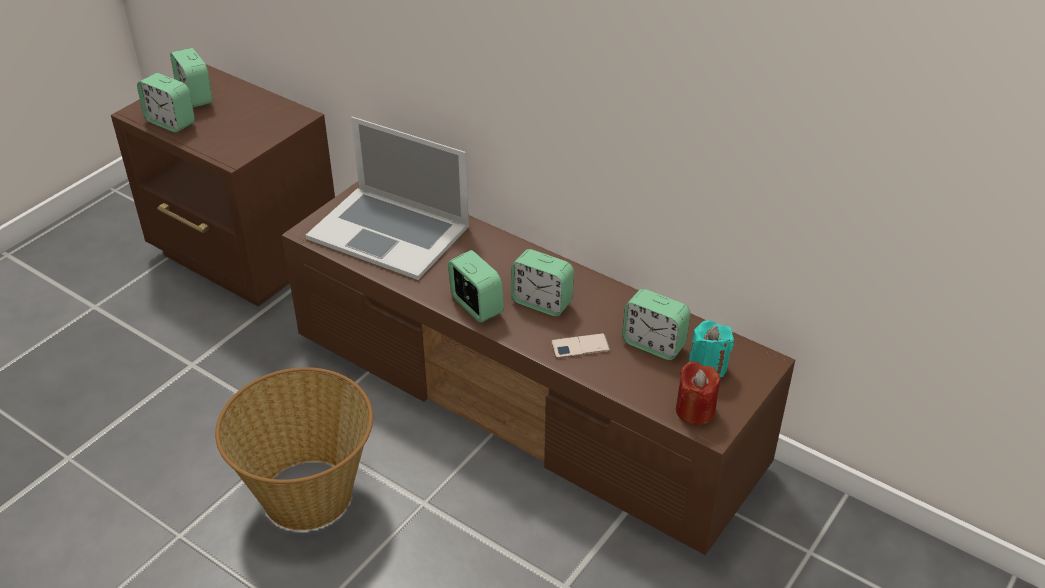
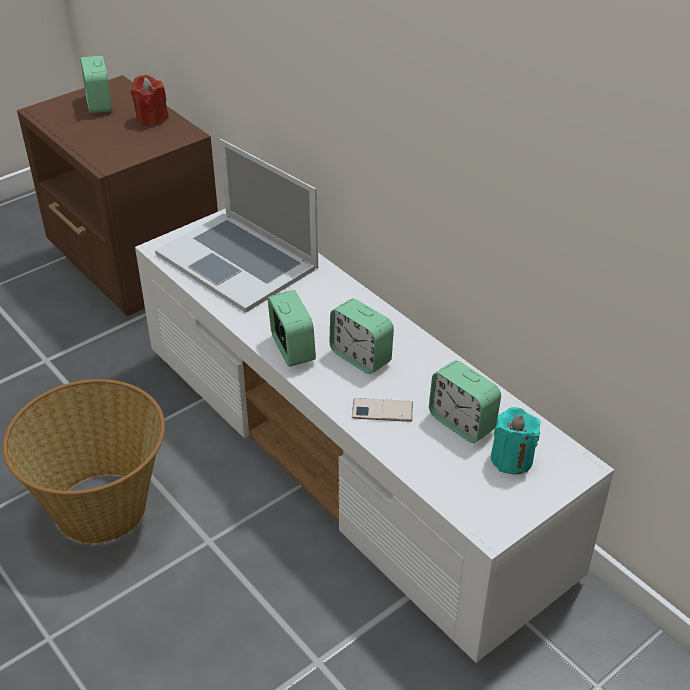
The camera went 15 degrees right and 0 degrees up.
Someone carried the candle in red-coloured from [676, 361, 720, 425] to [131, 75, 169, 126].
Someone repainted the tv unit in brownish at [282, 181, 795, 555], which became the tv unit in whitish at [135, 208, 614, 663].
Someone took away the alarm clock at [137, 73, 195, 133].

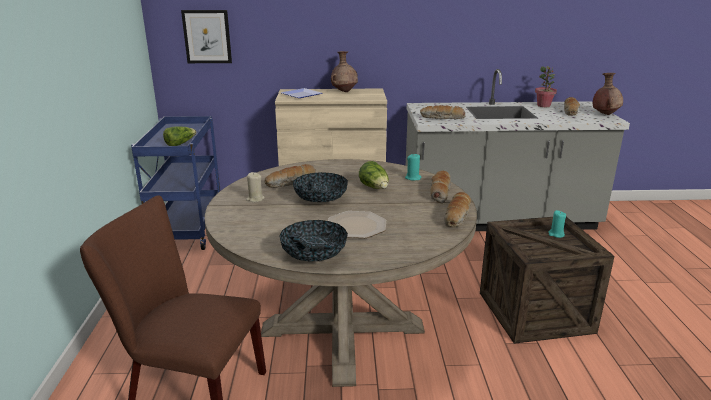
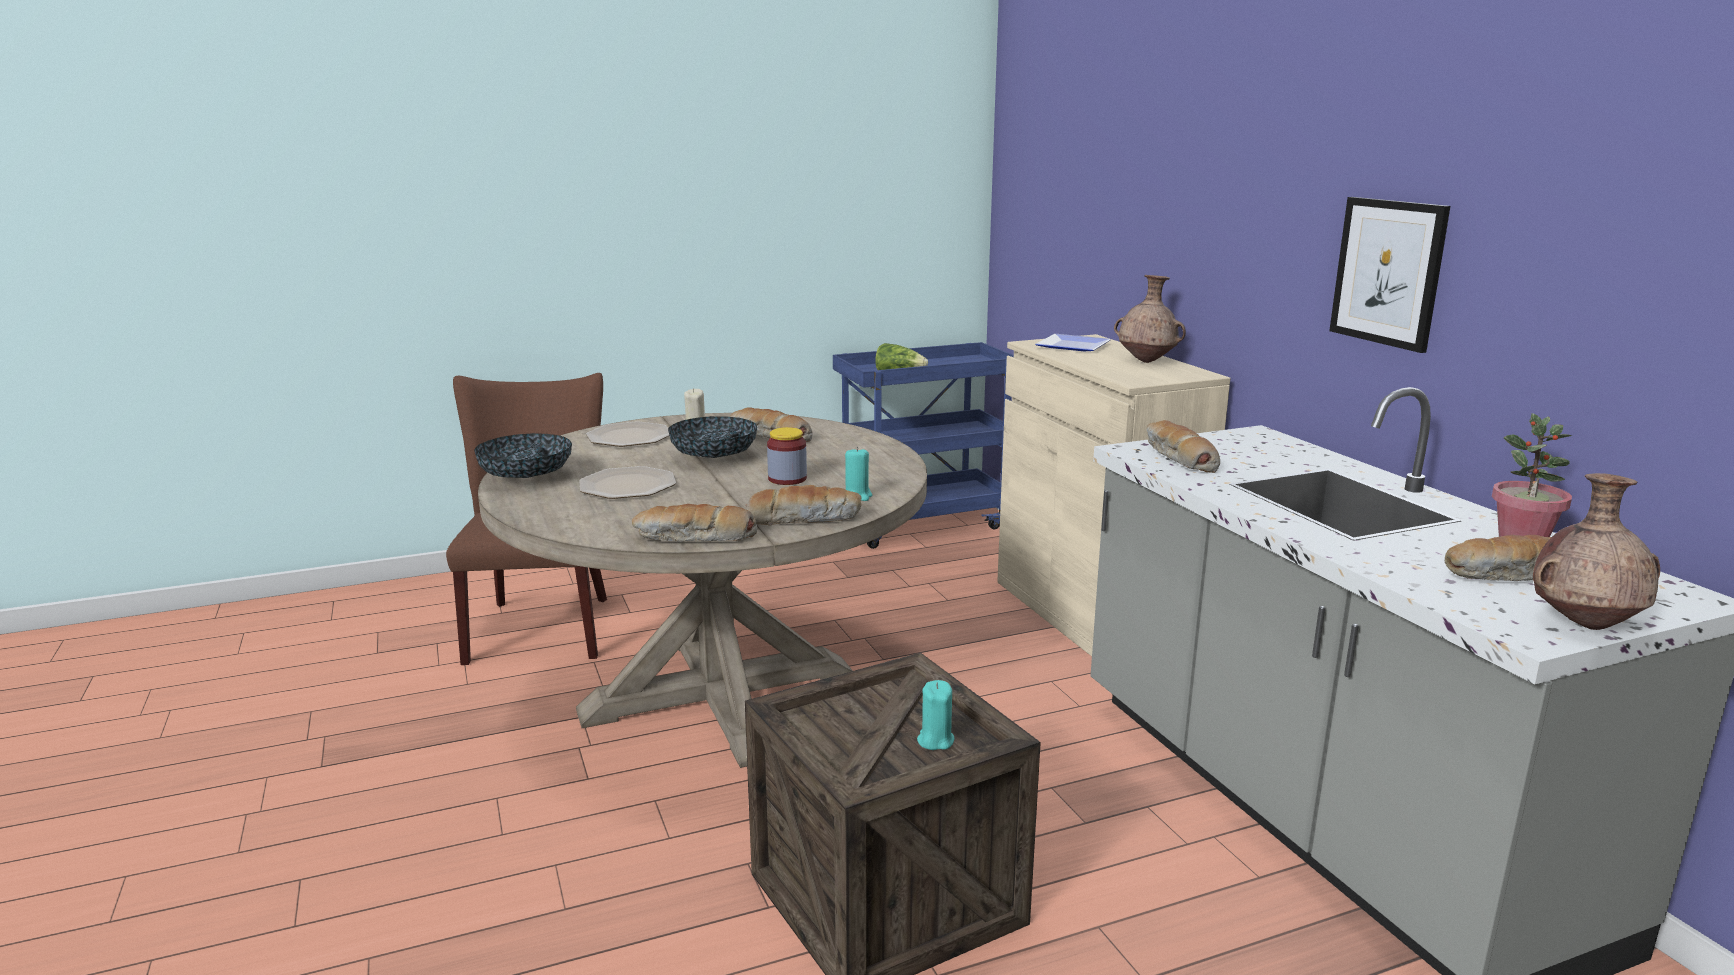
The camera went 70 degrees right and 5 degrees down.
Someone put down the flat dish at [586, 422, 669, 447].
Someone swapped the head of lettuce at [359, 161, 389, 189] for the preserve jar at [767, 427, 807, 485].
Someone carried the wall art from [181, 10, 232, 63] to [1329, 197, 1450, 353].

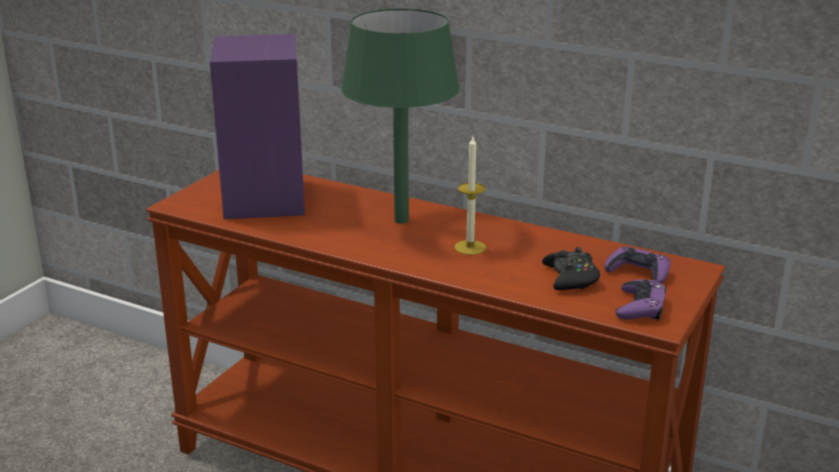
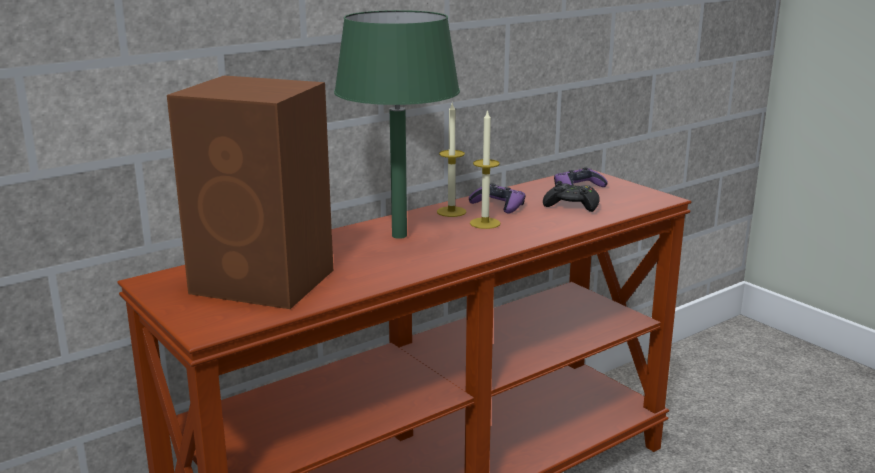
The camera went 65 degrees left and 5 degrees down.
Someone repainted the speaker in purplish at [210, 34, 305, 219], which became the speaker in brownish at [167, 76, 333, 309].
Someone put down the candle at [437, 103, 466, 217].
Someone carried the gamepad in purplish from [615, 279, 666, 320] to [469, 183, 525, 214].

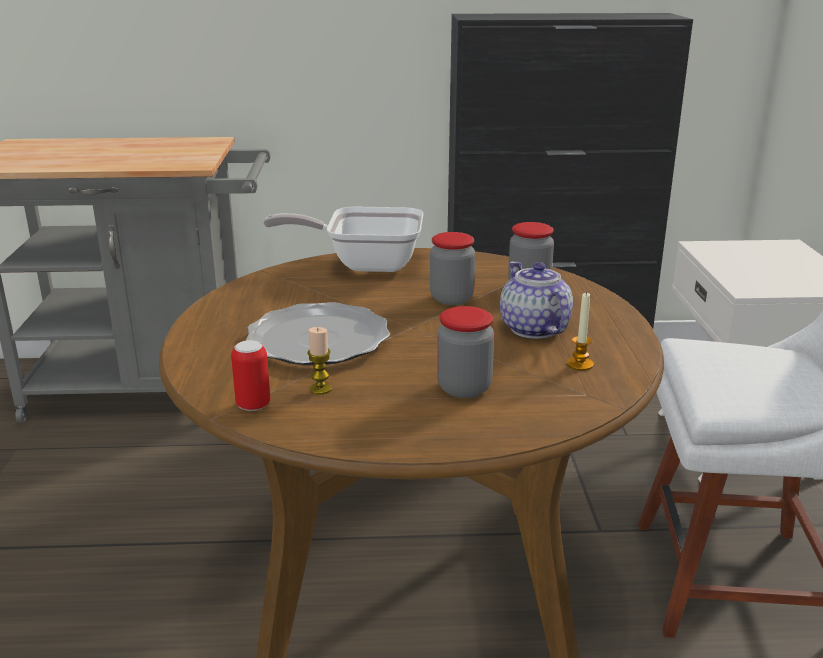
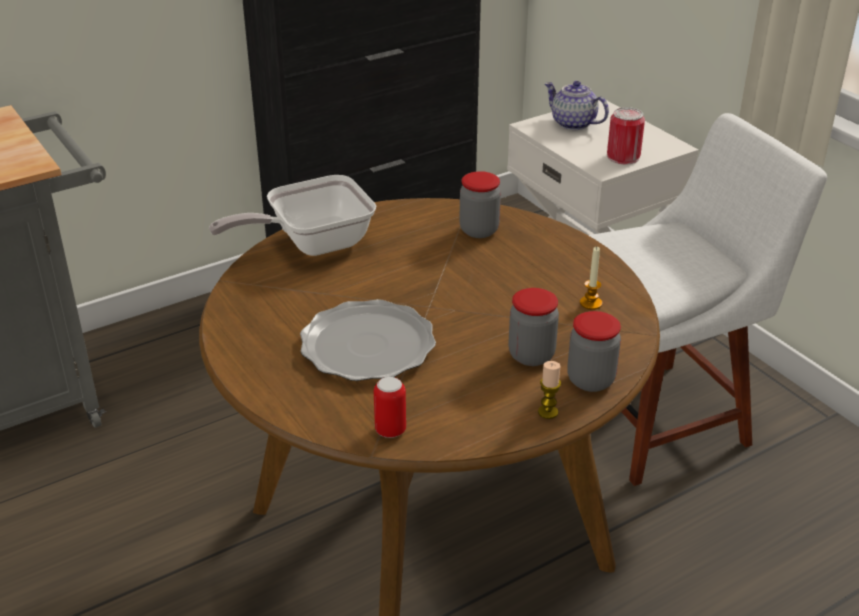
The camera went 30 degrees left and 10 degrees up.
Someone carried the candle from [307, 327, 332, 395] to [538, 361, 561, 419].
Someone carried the teapot from [500, 261, 573, 339] to [544, 81, 609, 130].
Someone carried the preserve jar from [430, 232, 475, 305] to [567, 311, 621, 392].
Someone put down the sealed can at [607, 107, 645, 164].

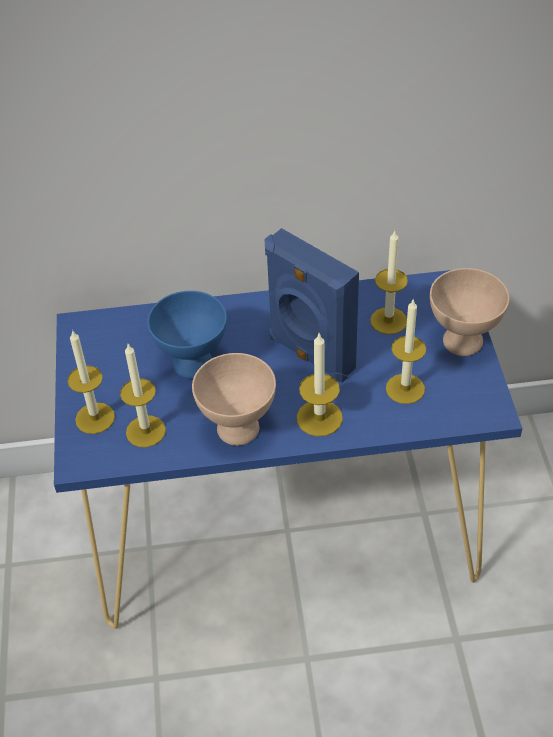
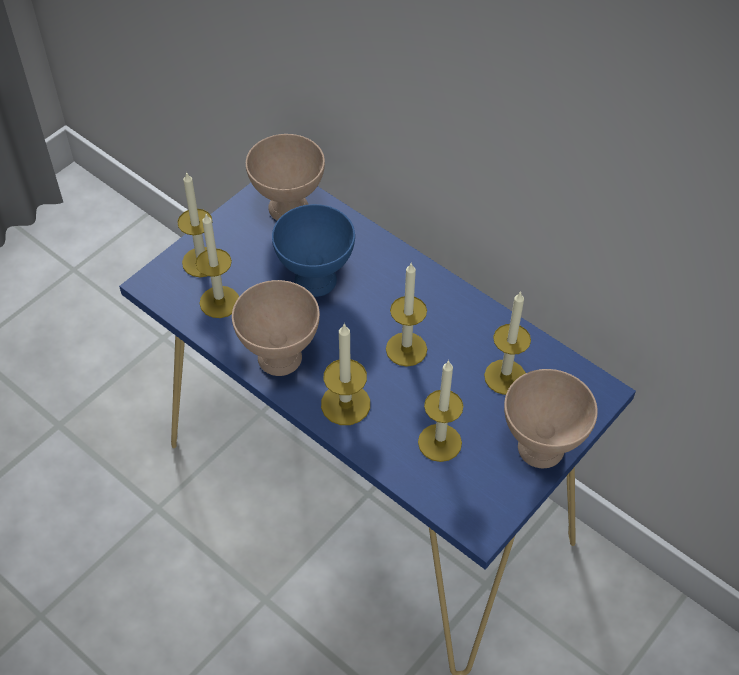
The camera went 45 degrees right and 5 degrees up.
Someone put down the bowl in beige at [246, 134, 325, 221].
Someone swapped the speaker in bluish at [264, 228, 359, 383] for the candle at [386, 262, 427, 367].

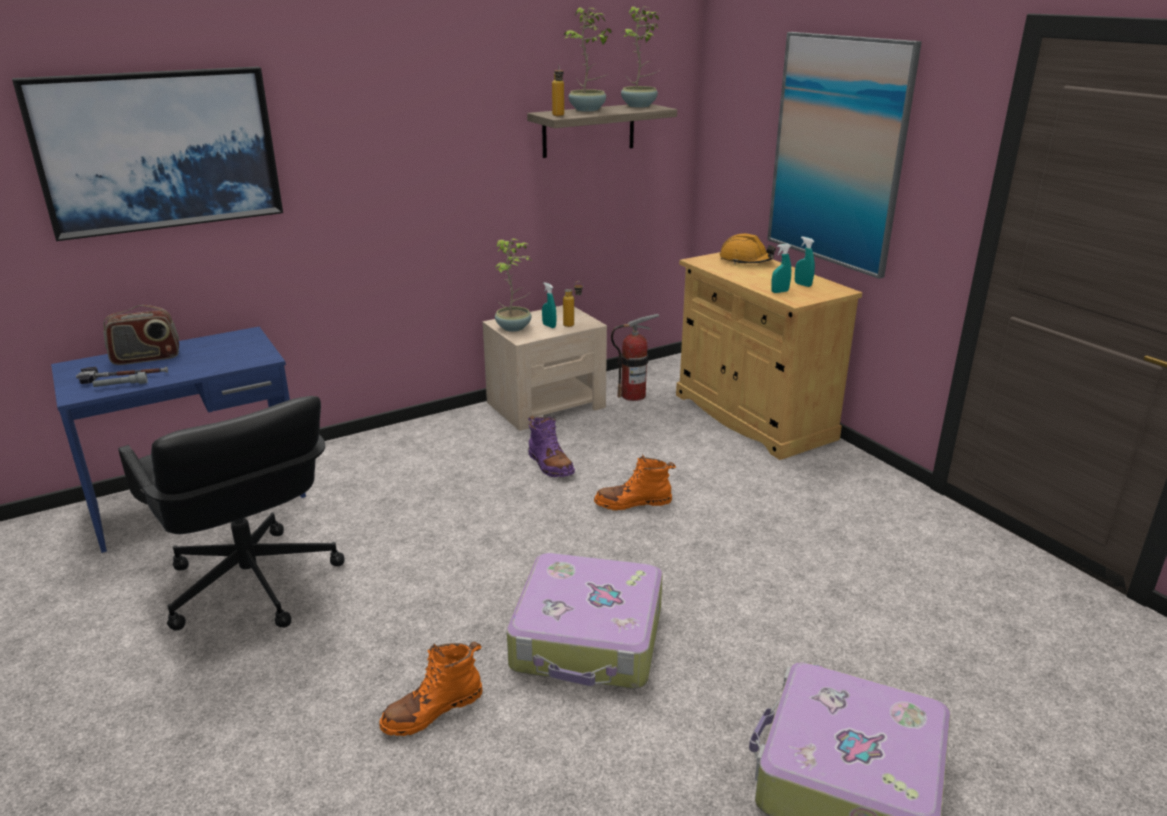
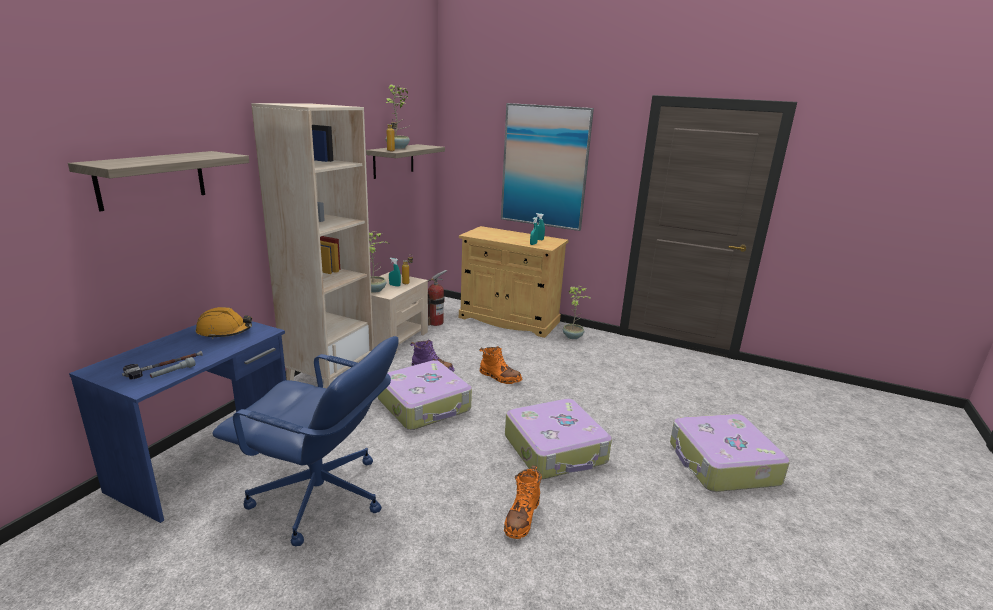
The camera went 35 degrees left and 5 degrees down.
Someone swapped the wall art at [12, 66, 283, 241] for the bracket shelf at [68, 151, 250, 212].
Someone carried the safety helmet in orangey from [720, 234, 776, 264] to [196, 307, 252, 339].
Someone repainted the computer chair in black-coloured at [118, 396, 345, 630], which became the computer chair in bluish at [212, 336, 399, 546].
Someone put down the bookcase in beige at [251, 103, 374, 388].
Someone put down the suitcase at [378, 360, 472, 430].
Someone rotated the high-top boot in orangey at [594, 454, 676, 510] by 105 degrees counterclockwise.
Someone carried the plant in a pot from [621, 6, 660, 107] to [563, 286, 590, 339].
Someone took away the radio receiver at [103, 305, 179, 365].

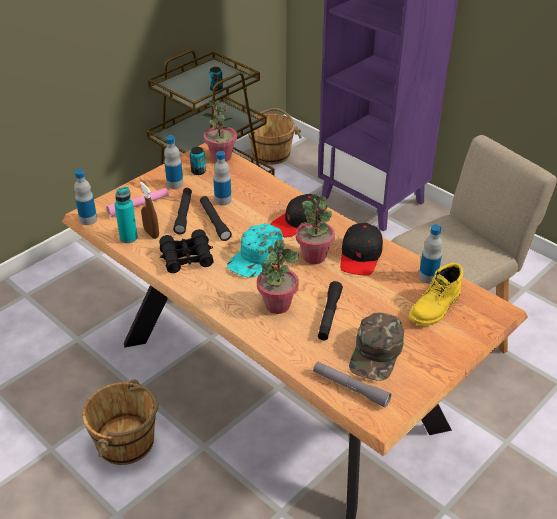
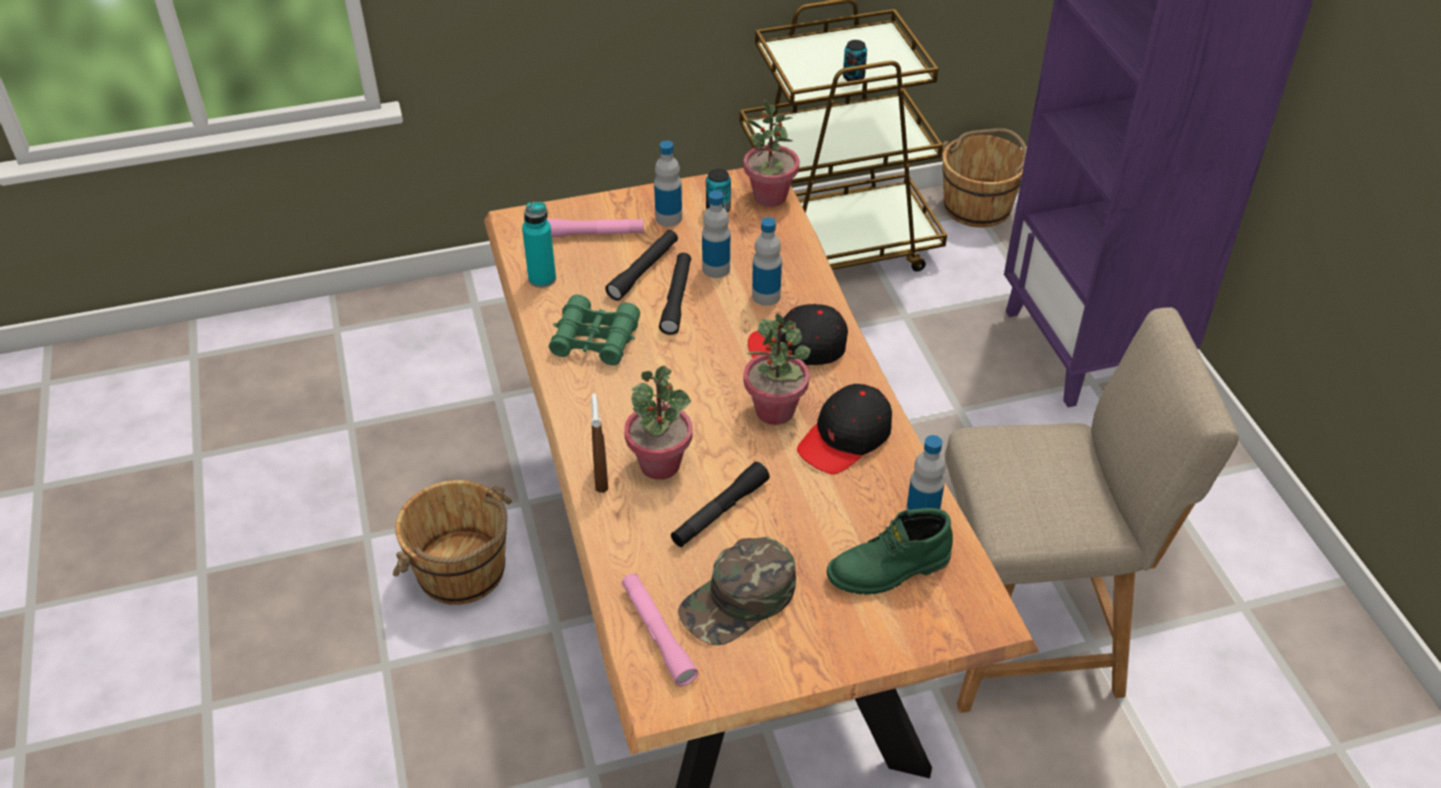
The camera went 30 degrees right and 5 degrees up.
Someone repainted the pair of binoculars in black-coloured at [159, 229, 213, 273], which became the pair of binoculars in green at [549, 294, 640, 365].
Someone carried the sprayer in brownish from [140, 182, 159, 239] to [591, 393, 608, 493].
Someone repainted the torch in gray at [313, 362, 392, 408], which became the torch in pink at [622, 573, 698, 686].
Someone carried the drink bottle from [74, 169, 97, 225] to [752, 217, 782, 306].
Someone repainted the high-top boot in yellowish at [409, 263, 463, 326], which became the high-top boot in green at [827, 508, 953, 594].
Someone took away the baseball cap in turquoise at [227, 224, 284, 278].

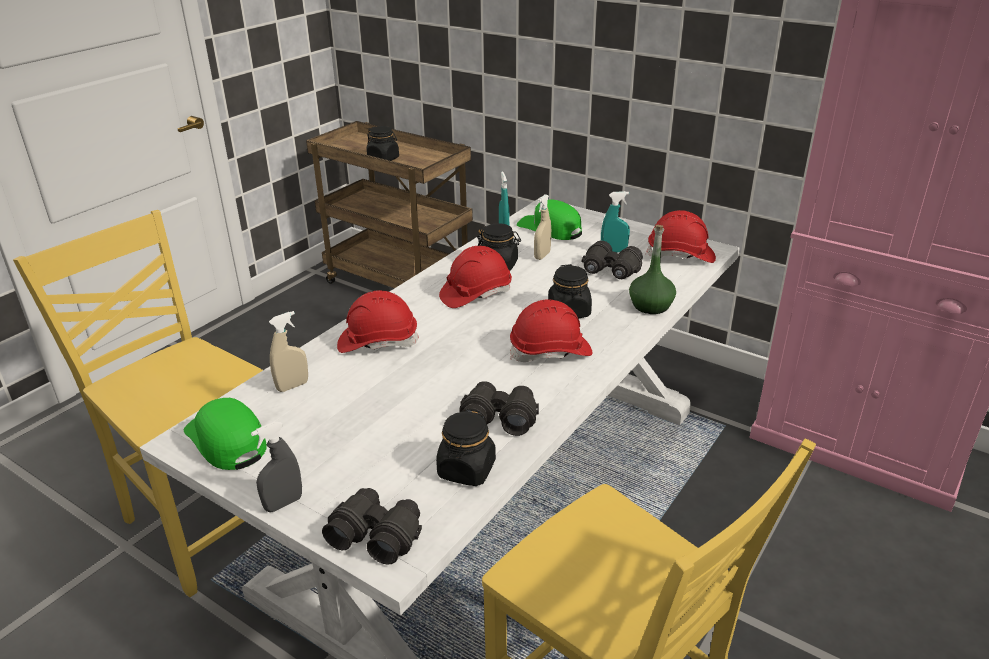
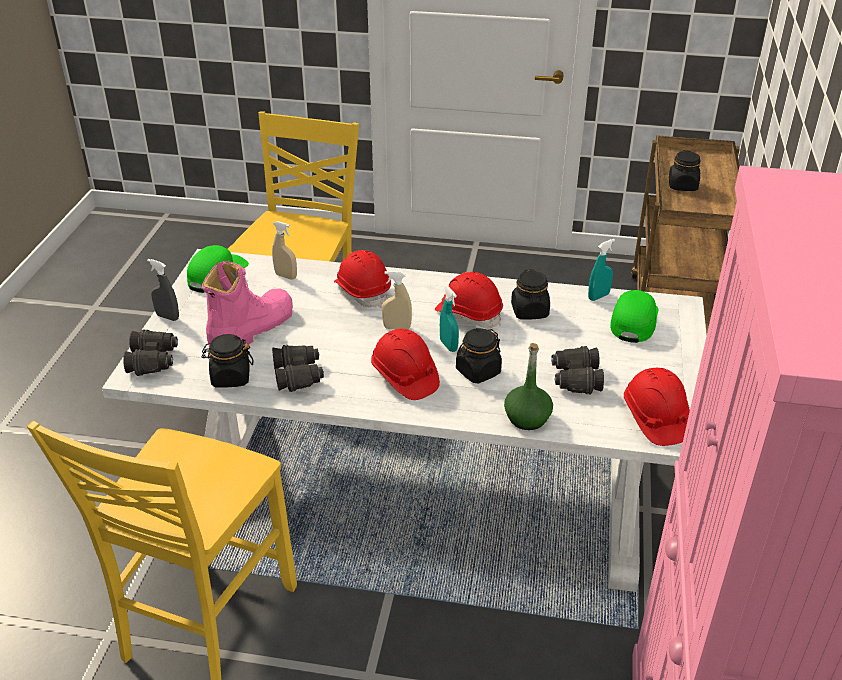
The camera went 65 degrees right and 5 degrees up.
Someone put down the high-top boot in pink at [202, 261, 293, 347].
Someone carried the sprayer in beige from [534, 194, 551, 260] to [382, 271, 412, 329].
Someone carried the sprayer in turquoise from [601, 191, 630, 253] to [440, 286, 459, 352].

